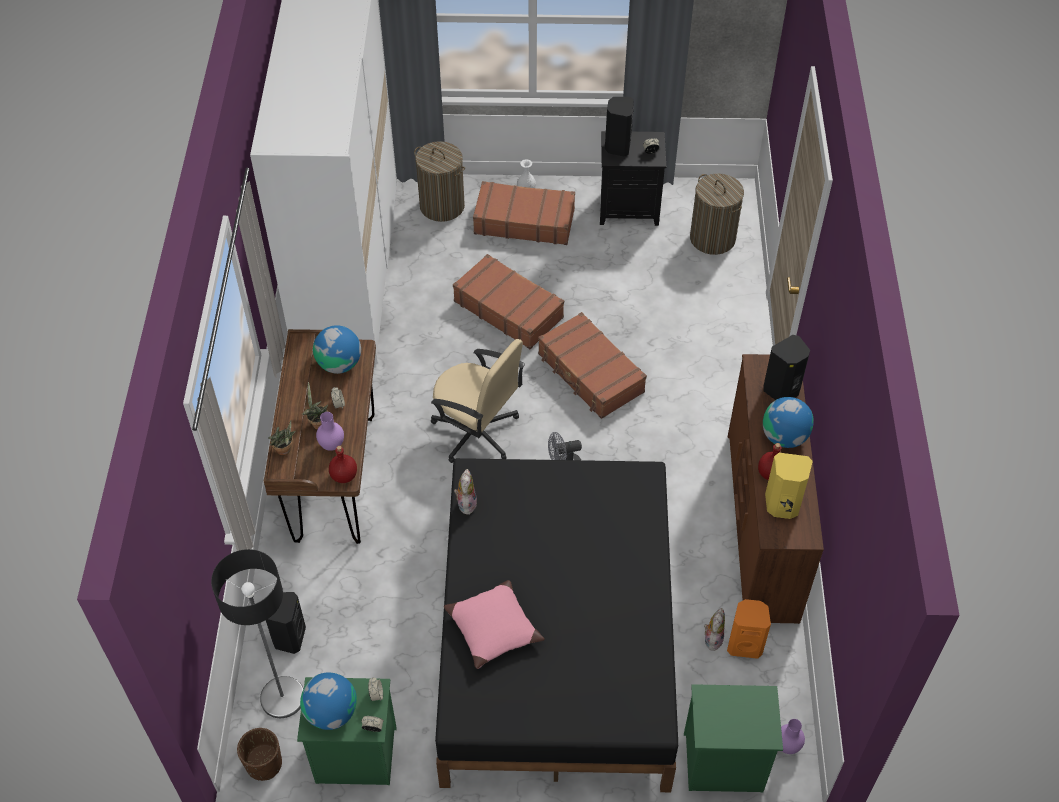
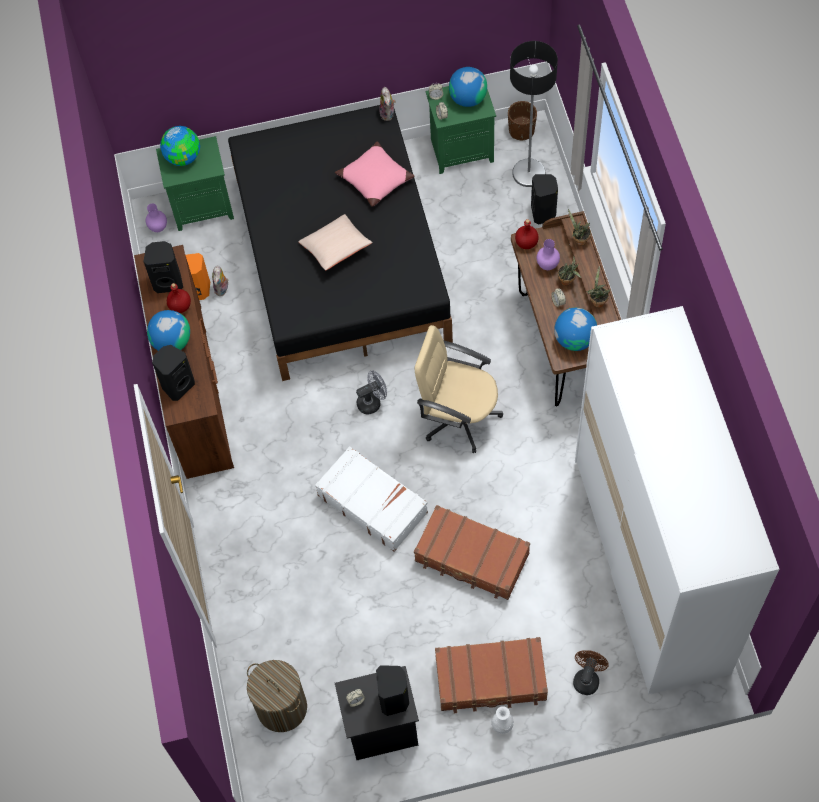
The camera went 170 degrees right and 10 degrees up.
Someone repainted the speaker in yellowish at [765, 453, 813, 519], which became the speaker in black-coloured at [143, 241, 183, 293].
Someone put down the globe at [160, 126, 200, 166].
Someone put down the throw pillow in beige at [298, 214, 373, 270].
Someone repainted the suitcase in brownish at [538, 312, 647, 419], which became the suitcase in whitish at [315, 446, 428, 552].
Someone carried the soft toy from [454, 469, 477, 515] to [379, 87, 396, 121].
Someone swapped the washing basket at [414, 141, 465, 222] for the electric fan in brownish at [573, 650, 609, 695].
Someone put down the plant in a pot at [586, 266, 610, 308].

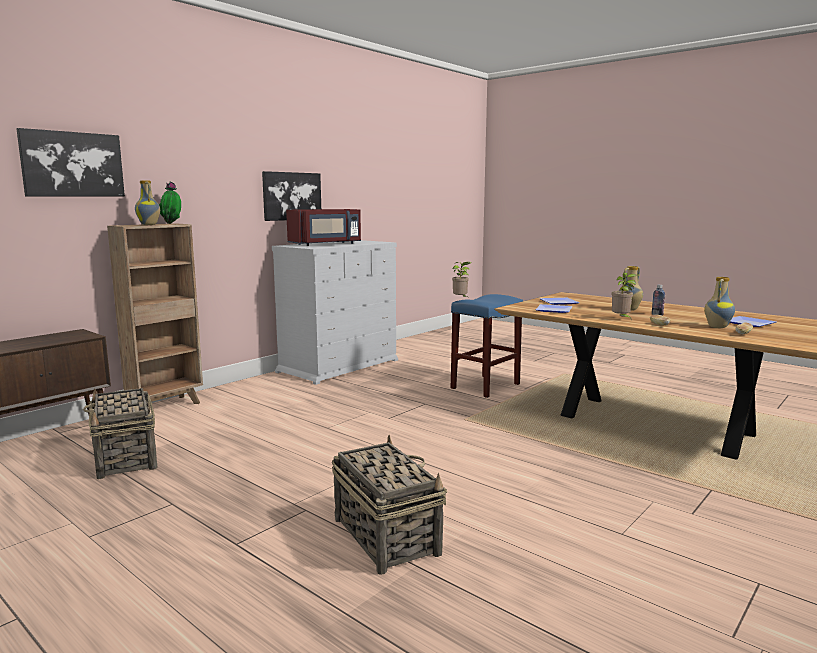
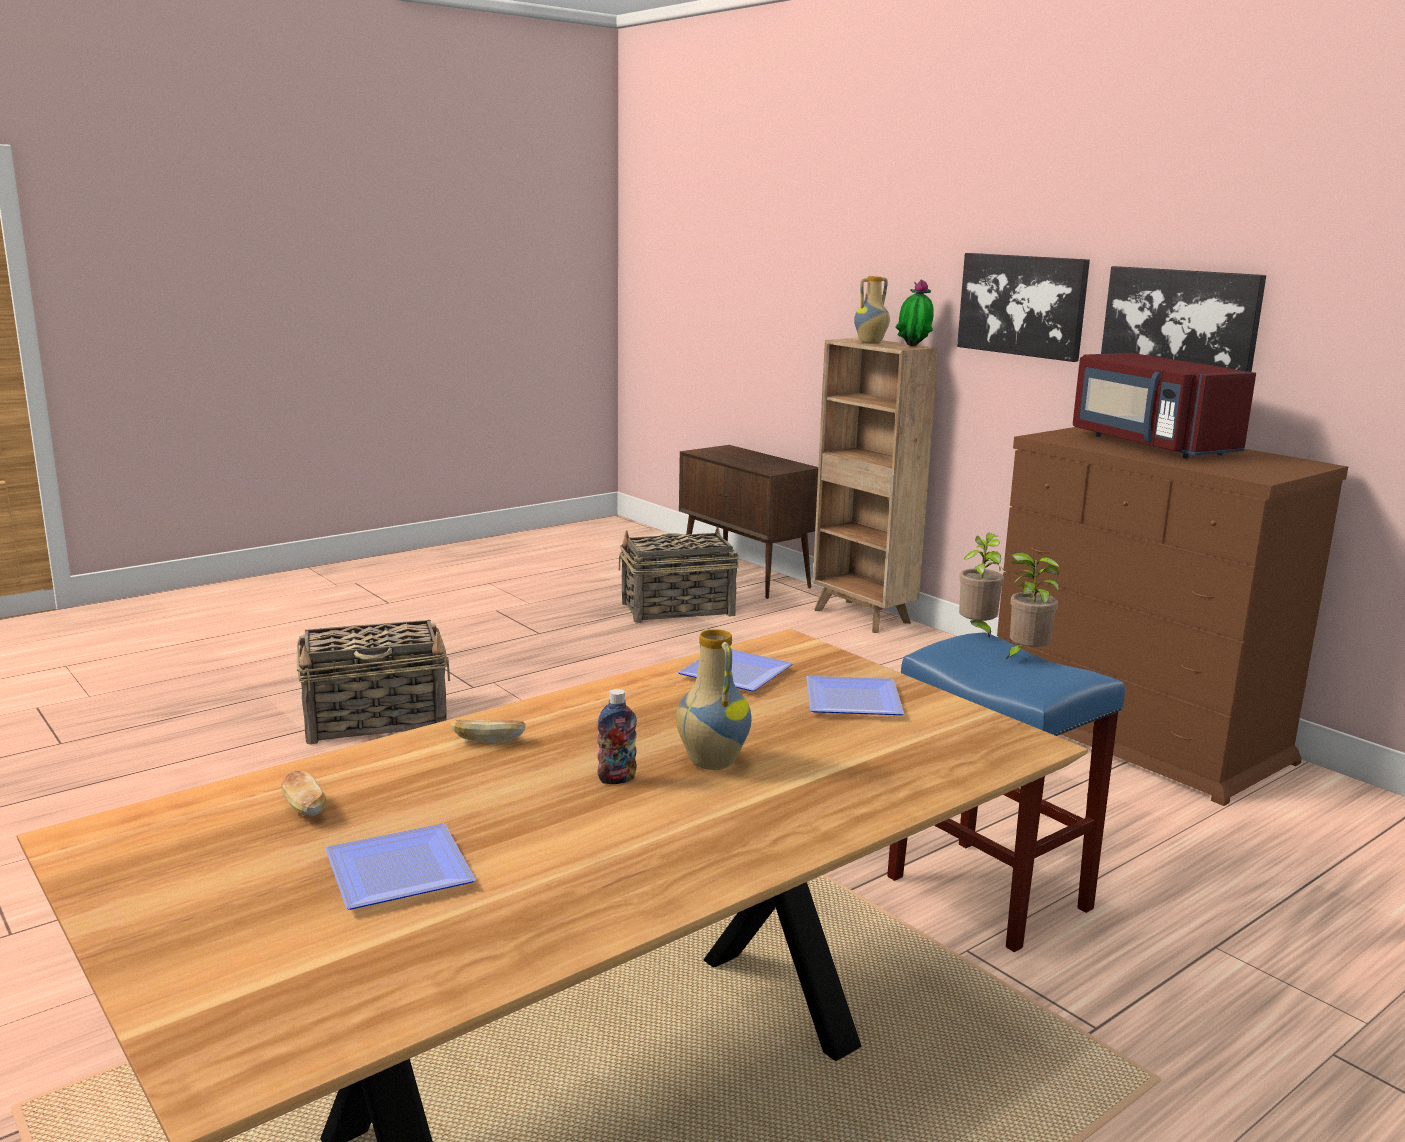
The camera went 100 degrees right and 5 degrees up.
Someone carried the wall art from [17, 128, 125, 197] to [957, 253, 1090, 362].
Someone repainted the drawer chest in whitish at [272, 240, 398, 385], which became the drawer chest in brownish at [997, 427, 1348, 806].
Someone carried the plant in a pot from [612, 273, 636, 320] to [1005, 552, 1060, 660].
Someone took away the vase at [704, 277, 735, 328].

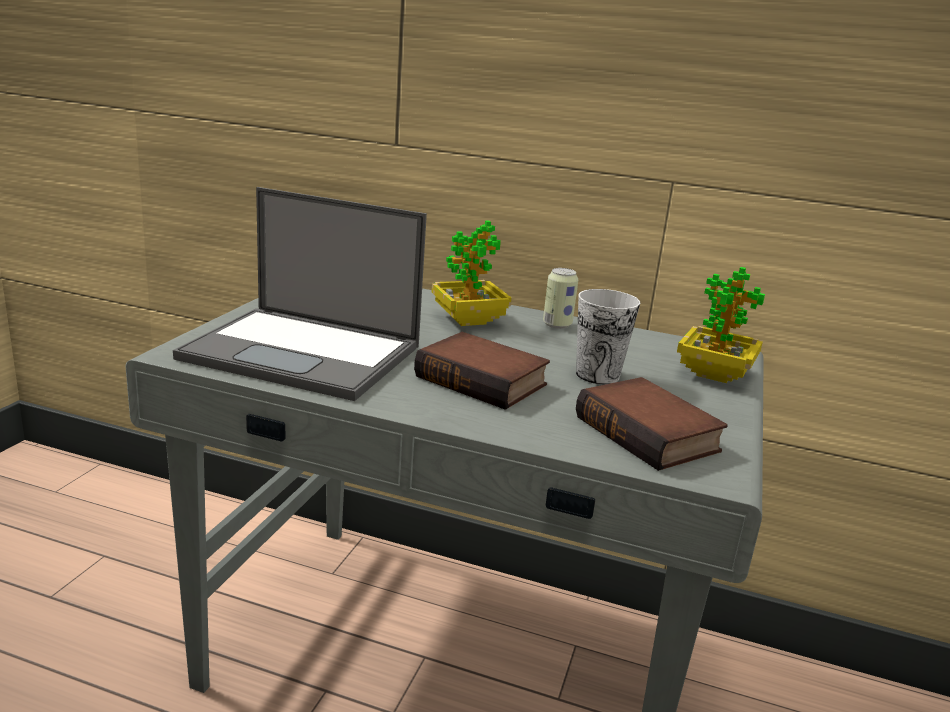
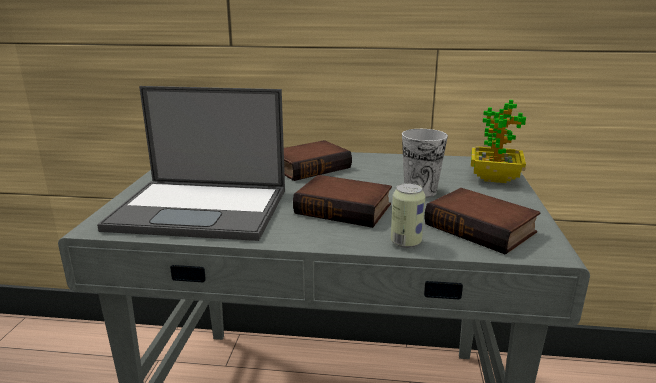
The camera went 10 degrees left and 0 degrees up.
Someone swapped the plant in a pot at [432, 221, 512, 326] for the book at [284, 140, 352, 181].
Someone carried the sealed can from [543, 268, 578, 329] to [391, 183, 425, 248].

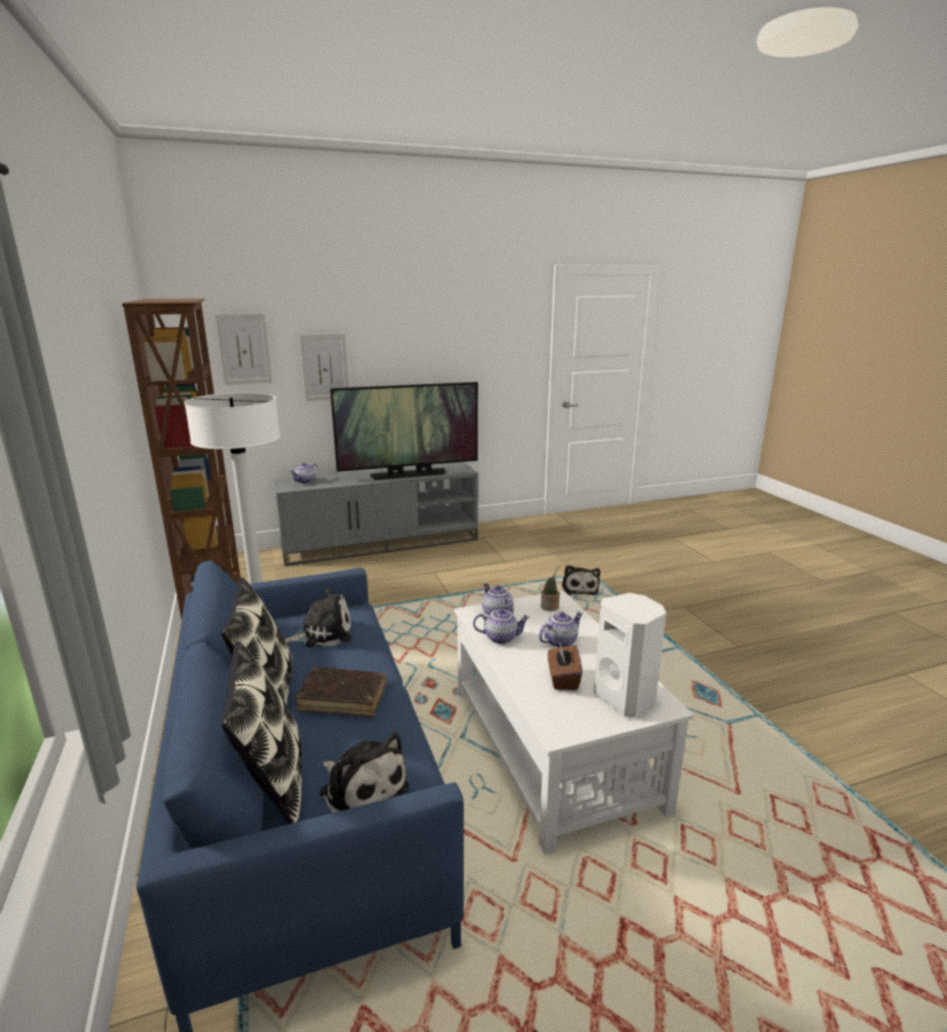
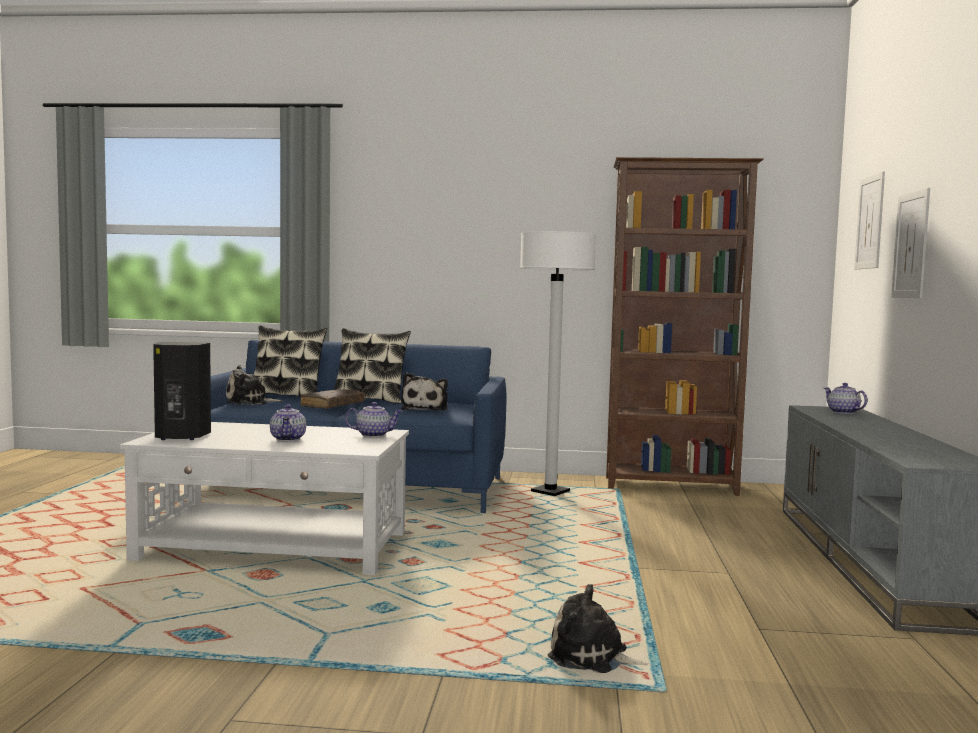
The camera went 115 degrees right and 15 degrees down.
Someone repainted the speaker in whitish at [594, 593, 666, 717], which became the speaker in black-coloured at [153, 342, 211, 440].
Someone took away the television at [330, 382, 478, 480].
Someone took away the teapot at [473, 608, 530, 644].
Someone took away the plant in a pot at [541, 565, 560, 611].
Someone took away the tissue holder in brownish at [548, 643, 582, 690].

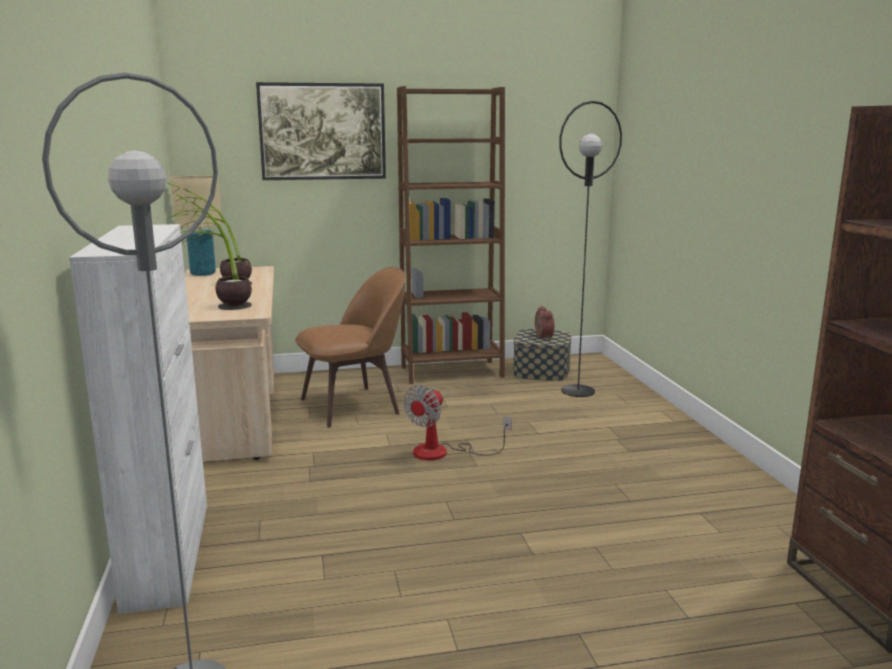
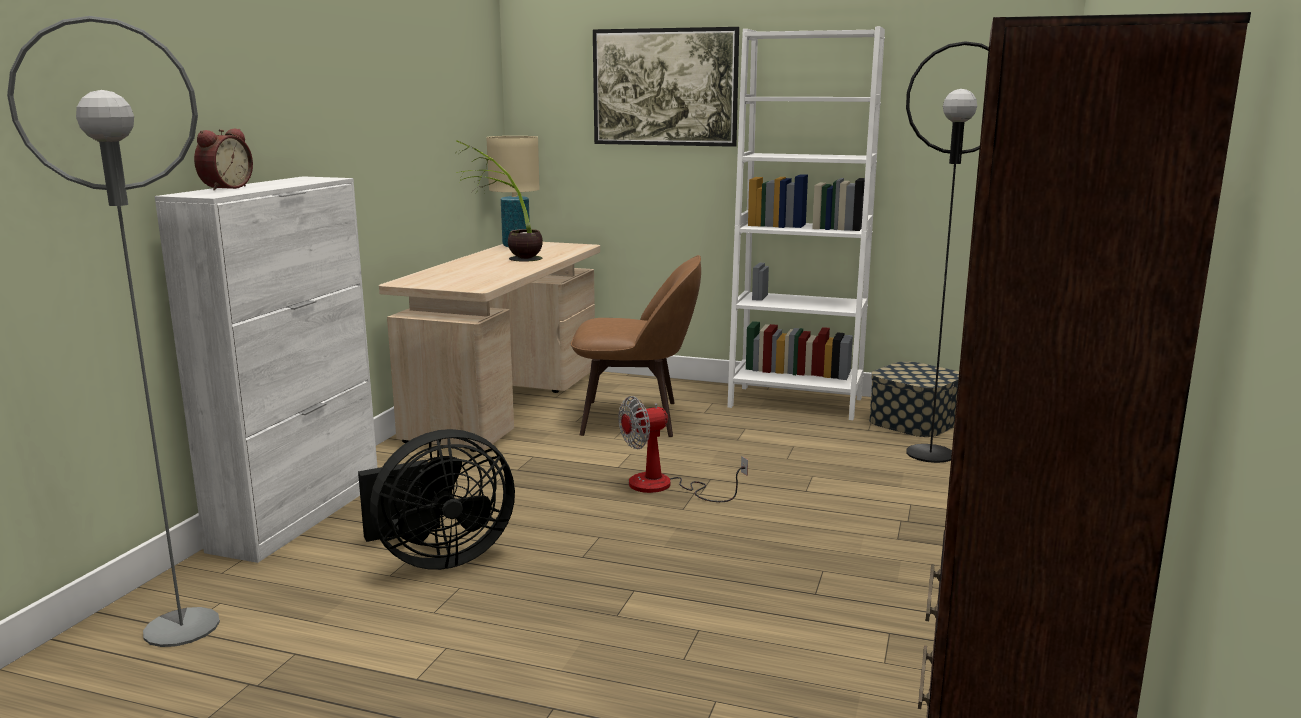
The camera went 30 degrees right and 0 degrees up.
Someone carried the alarm clock from [535, 306, 554, 339] to [194, 129, 253, 190].
Someone put down the electric fan in black-coloured at [358, 429, 515, 570].
Someone repainted the bookcase in brownish at [397, 86, 505, 384], which became the bookcase in whitish at [728, 26, 885, 420].
Someone took away the plant in a pot at [171, 194, 252, 310].

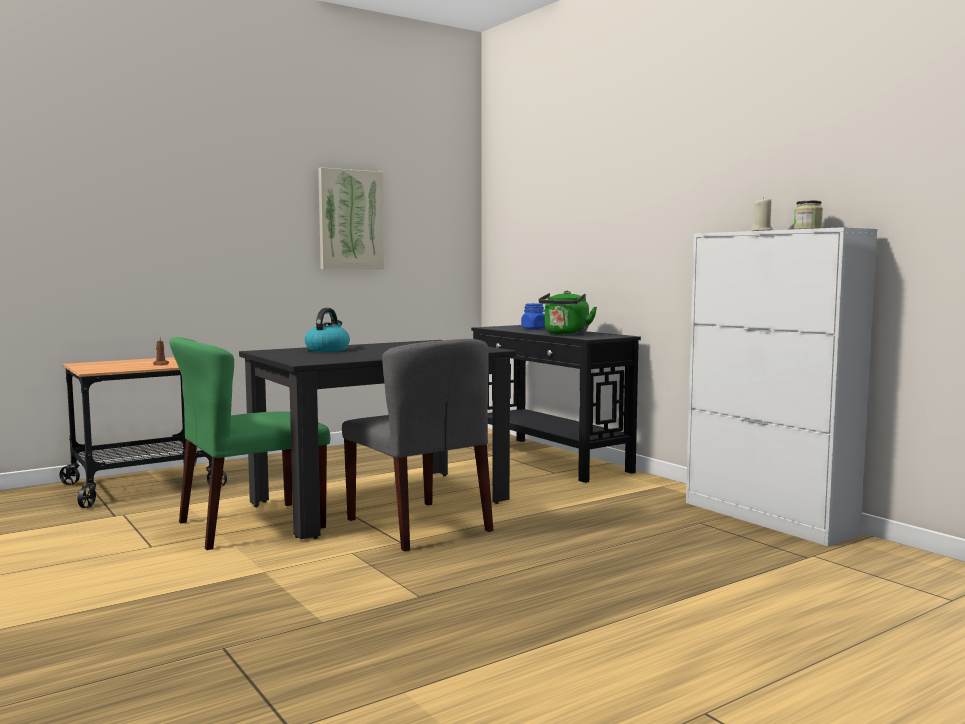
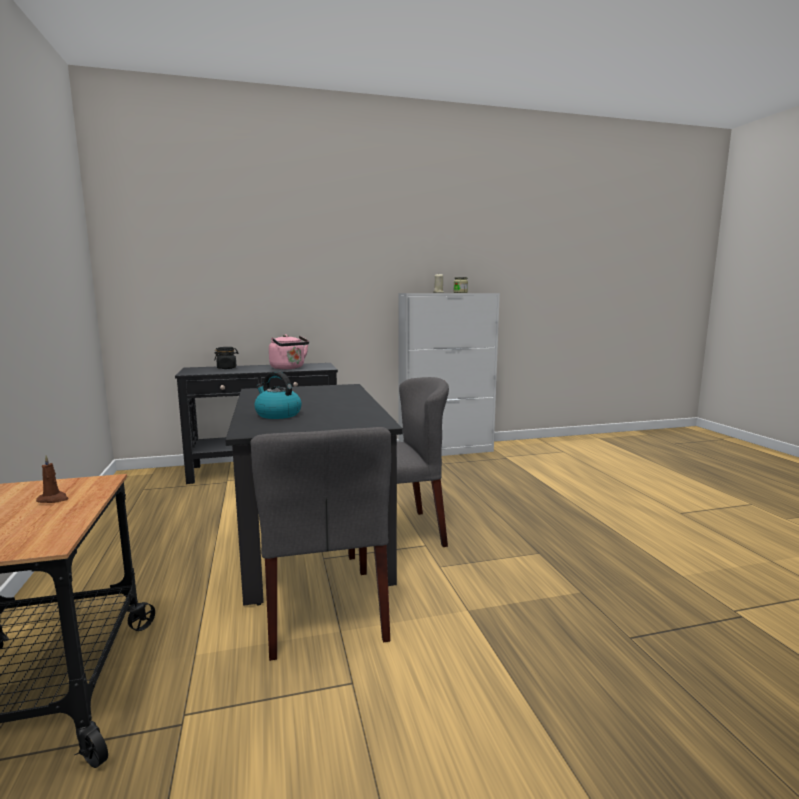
The camera went 70 degrees left and 5 degrees up.
Someone repainted the preserve jar in bluish at [521, 303, 545, 329], which became the preserve jar in black-coloured at [214, 347, 238, 369].
Someone repainted the chair in green at [169, 337, 330, 550], which became the chair in gray at [251, 427, 391, 661].
Someone repainted the water kettle in green at [538, 291, 597, 335], which became the water kettle in pink at [269, 334, 309, 369].
Someone took away the wall art at [318, 167, 384, 269].

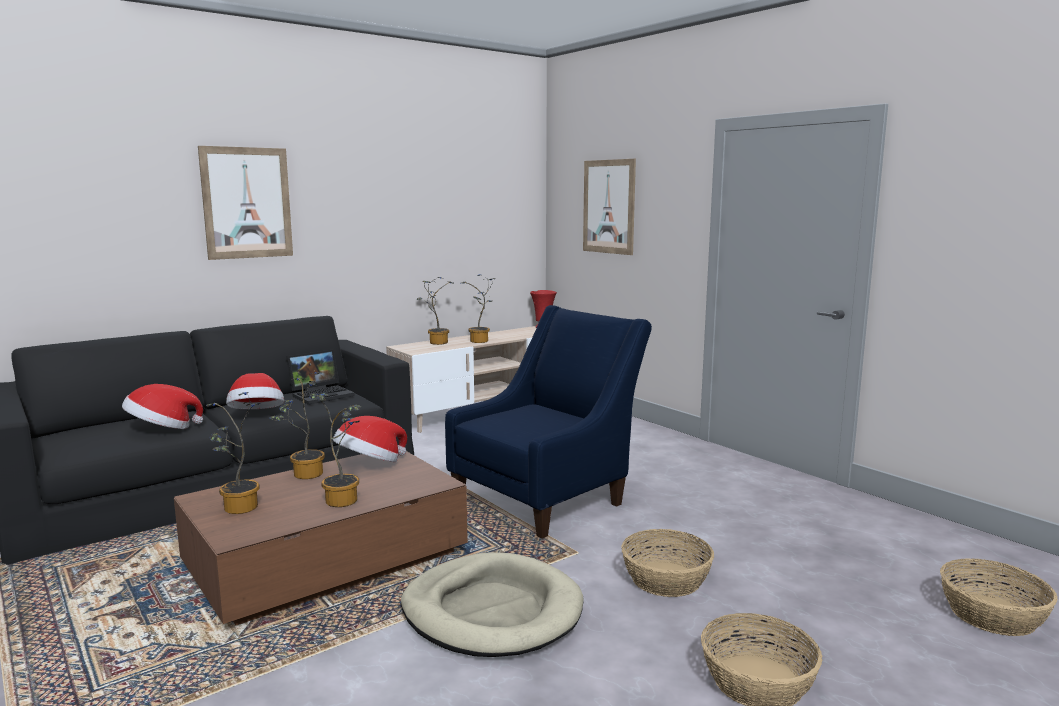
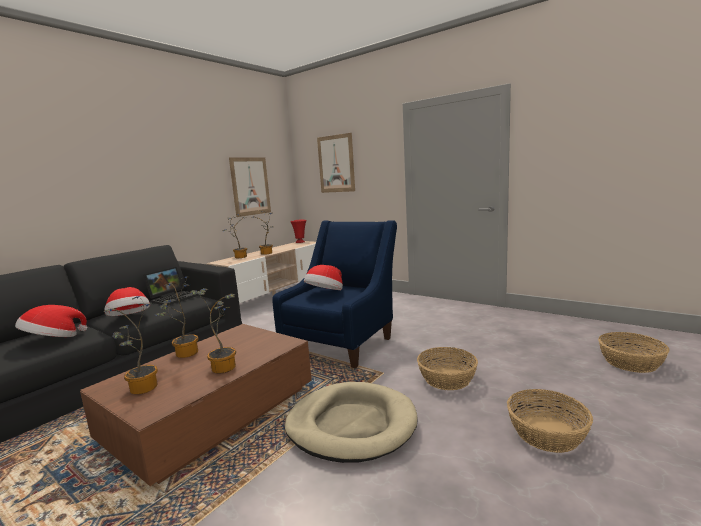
The camera went 15 degrees left and 0 degrees up.
Someone carried the wall art from [198, 146, 293, 260] to [229, 157, 271, 217].
Someone carried the wearable hat from [333, 416, 407, 462] to [304, 265, 343, 290].

